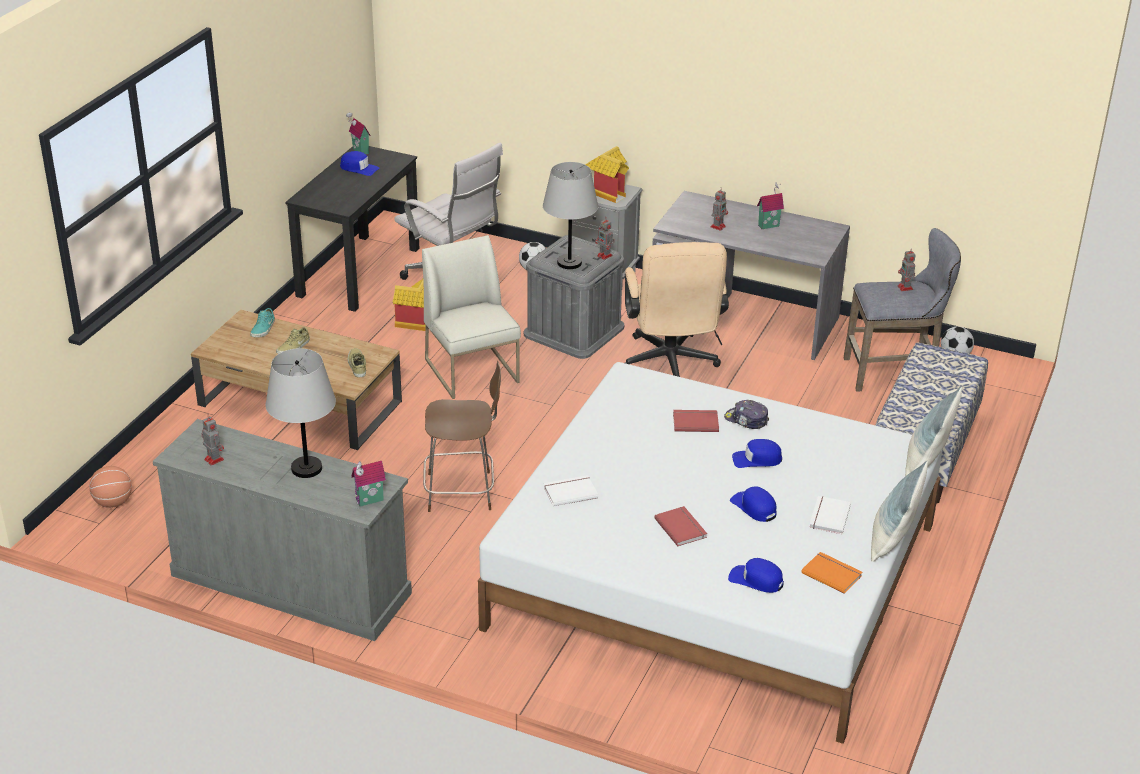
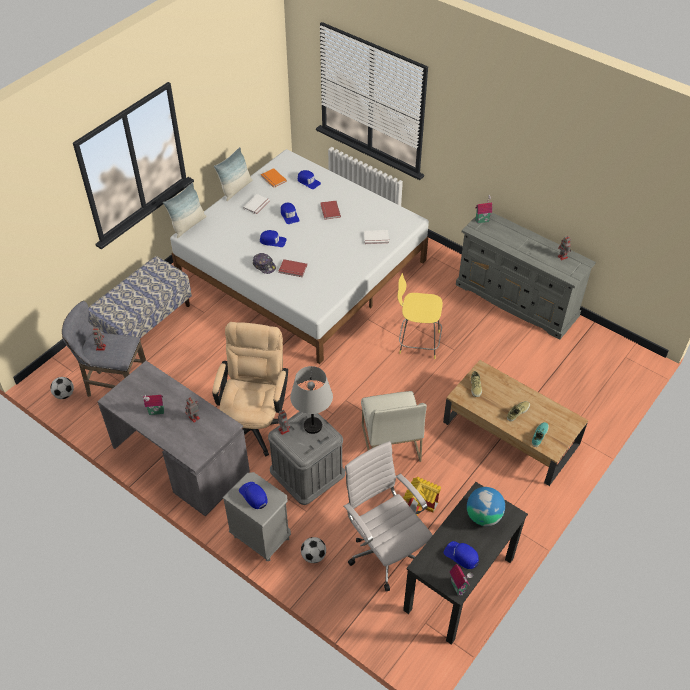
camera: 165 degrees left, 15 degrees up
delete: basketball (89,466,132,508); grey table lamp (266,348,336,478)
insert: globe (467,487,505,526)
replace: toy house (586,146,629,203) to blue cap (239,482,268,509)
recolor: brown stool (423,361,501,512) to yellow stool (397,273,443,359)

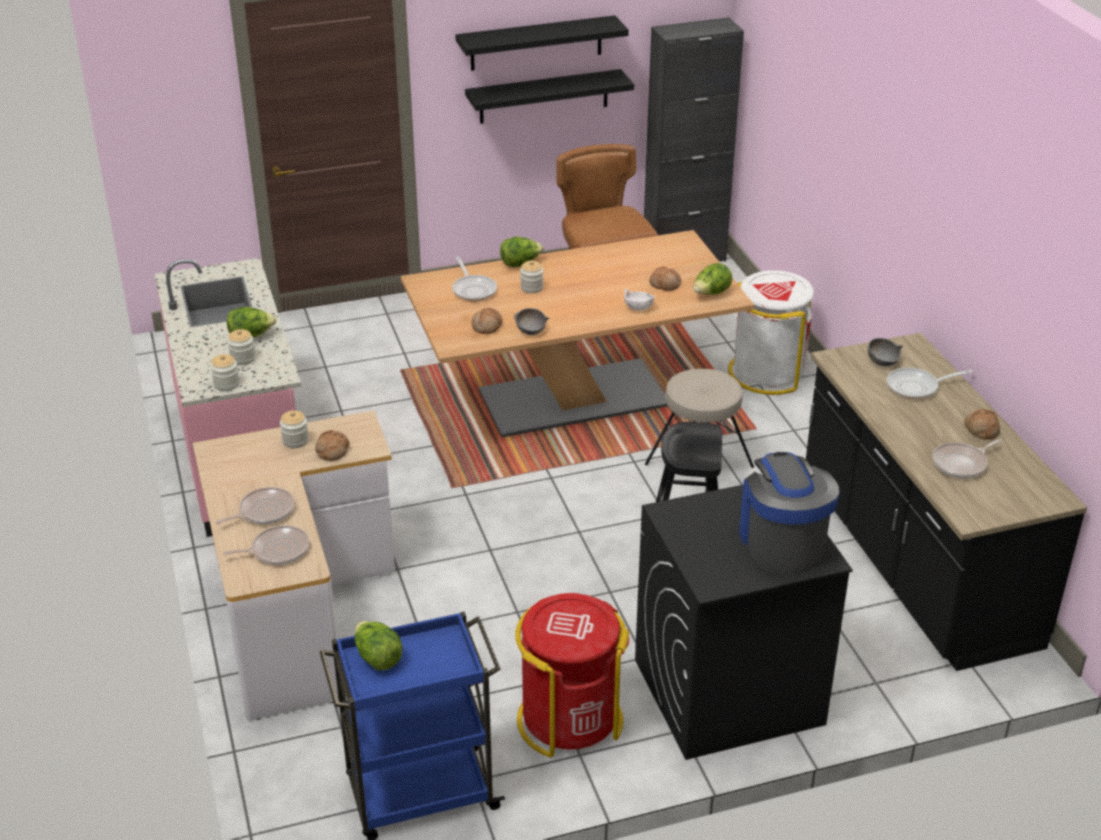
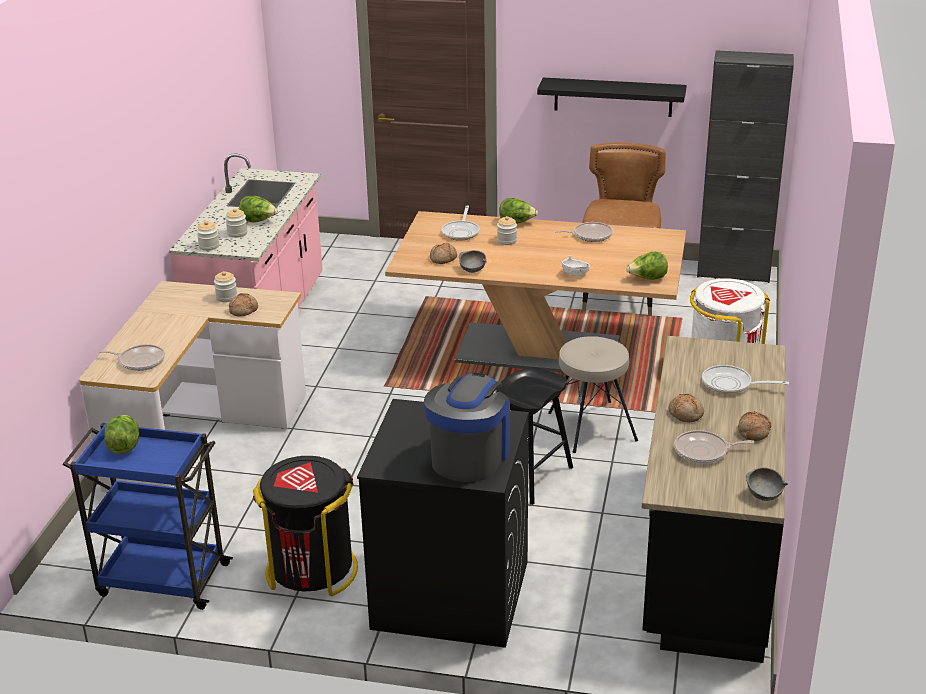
camera: 30 degrees right, 5 degrees down
delete: black shelf (455,15,629,71)
move: frying pan (215,487,295,524) to (555,222,613,242); bread (649,267,681,291) to (668,393,704,422); grey bowl (868,338,903,366) to (746,467,788,501)
recolor: red trash can (515,593,629,758) to black trash can (253,456,358,596)

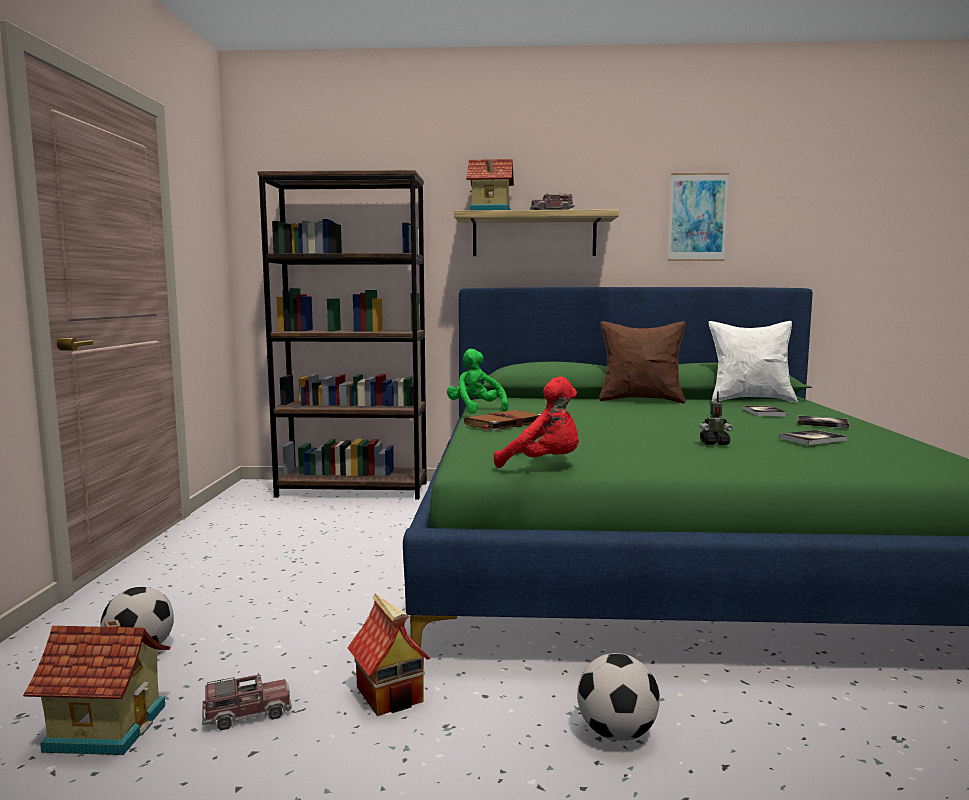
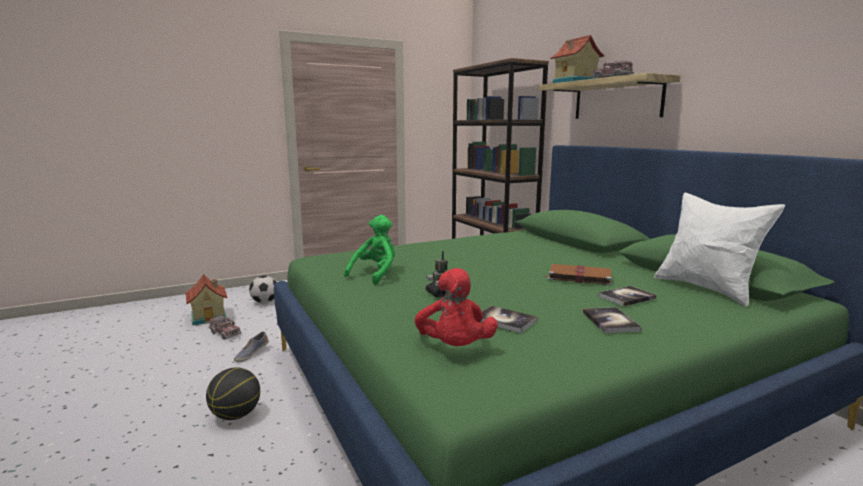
camera: 60 degrees right, 5 degrees up
delete: brown pillow (599,321,686,404); picture (668,173,729,261)
move: green plush toy (447,349,508,414) to (344,215,395,285); brown book (464,410,541,431) to (545,264,612,286); red plush toy (494,377,579,468) to (415,268,498,346)
replace: toy house (348,594,430,716) to shoe (234,331,269,362); football (577,653,660,741) to basketball (206,367,260,420)

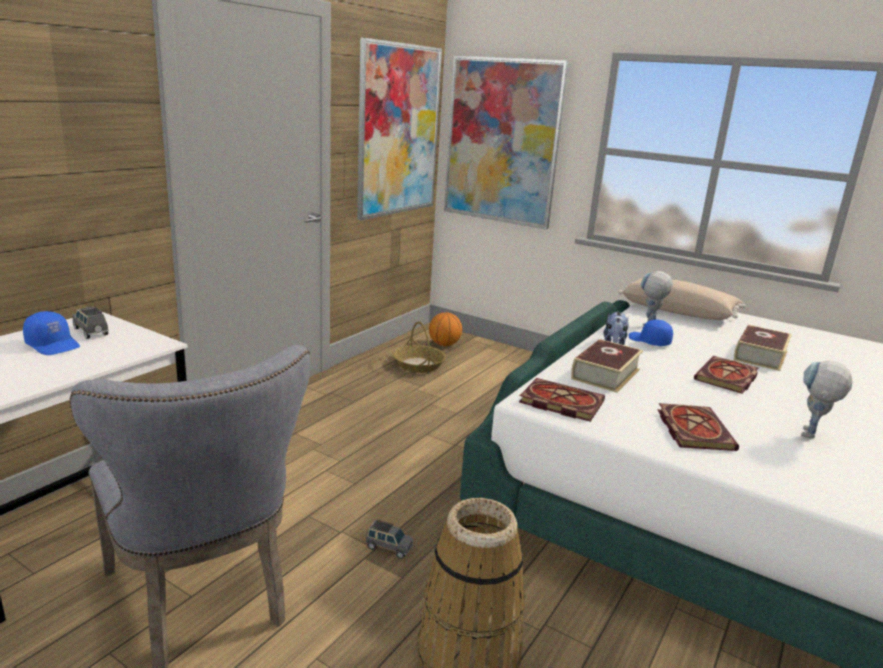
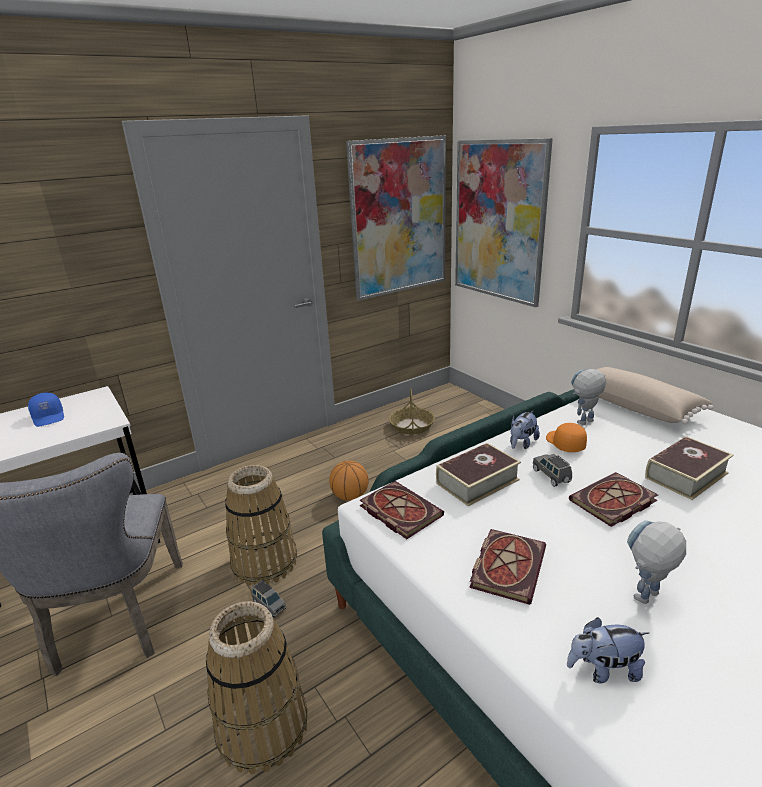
camera: 25 degrees right, 5 degrees up
insert: basket (225,465,297,586); plush toy (567,617,649,683)
move: grey toy car (73,306,108,339) to (533,454,572,487); basketball (429,312,462,346) to (329,461,369,501)
recolor: blue cap (629,320,673,346) to orange cap (546,423,587,452)

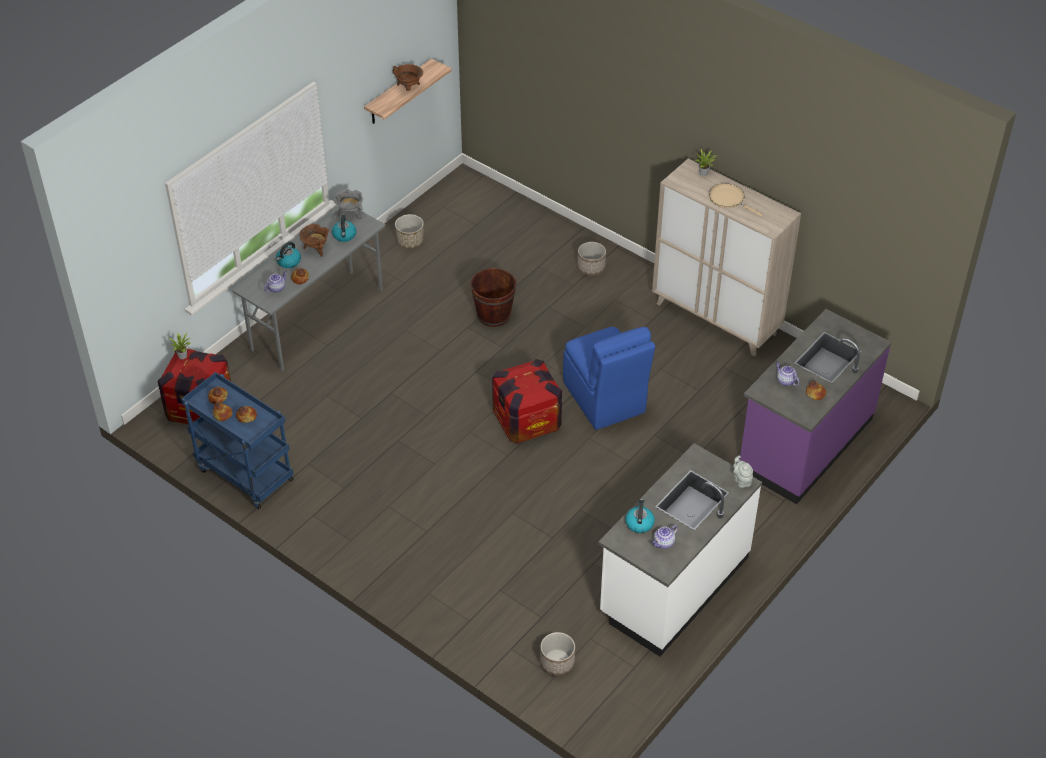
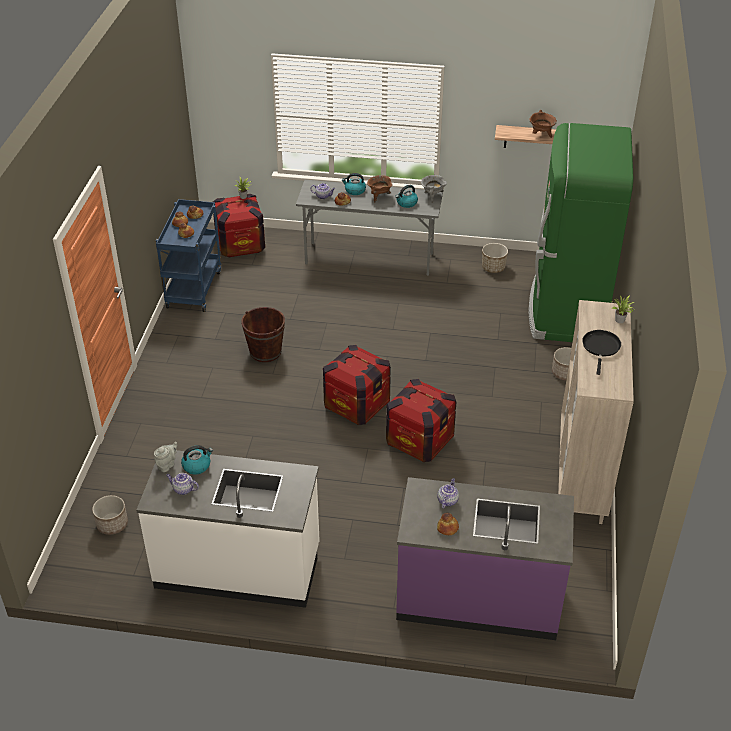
camera: 60 degrees right, 5 degrees down
insert: green fridge (528,123,633,342)
move: brown bucket (470,268,516,327) to (241,307,285,362); grey teapot (733,455,753,488) to (154,442,177,472)
replace: blue chair (563,327,655,430) to crate (386,379,456,462)
recolor: beige frying pan (709,184,763,217) to black frying pan (582,330,621,375)

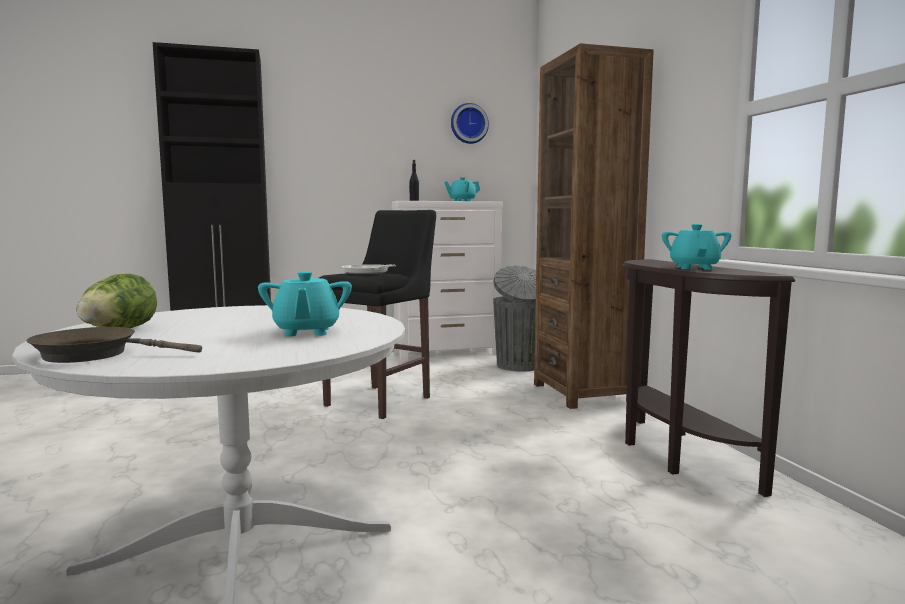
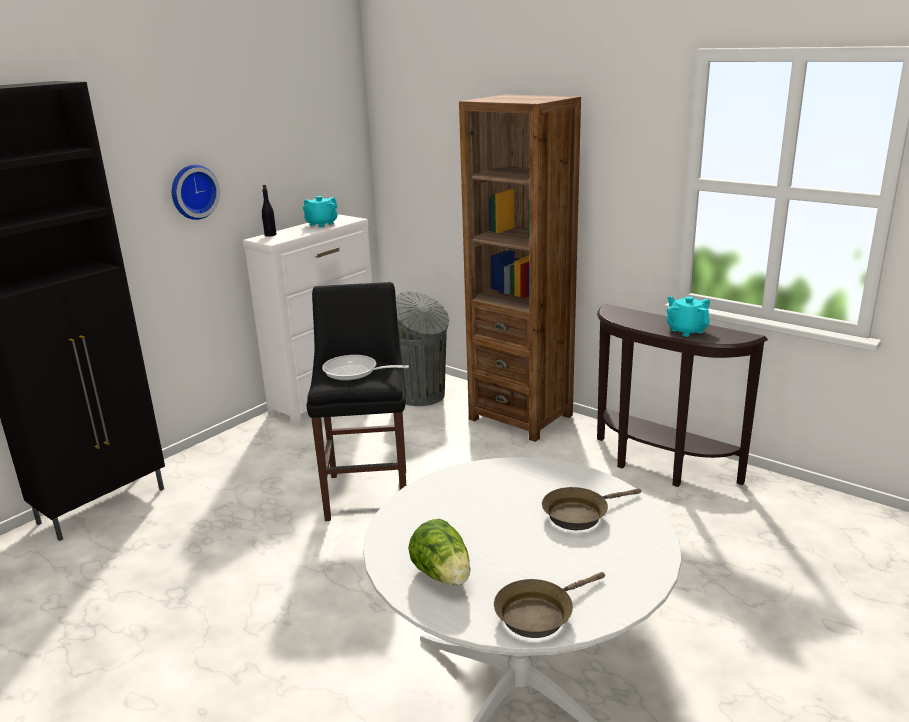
camera: 35 degrees left, 15 degrees up
move: wall clock (451,103,489,144) to (172,164,220,220)
replace: turquoise teapot (258,271,352,337) to brown frying pan (542,487,641,530)

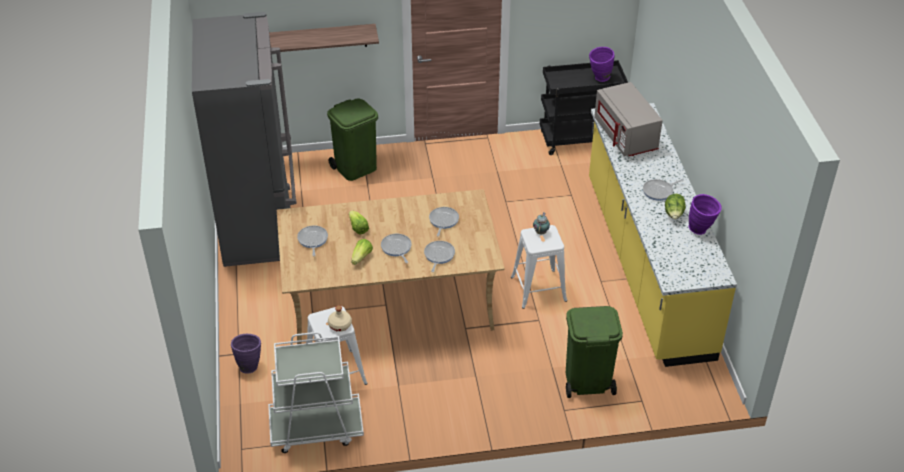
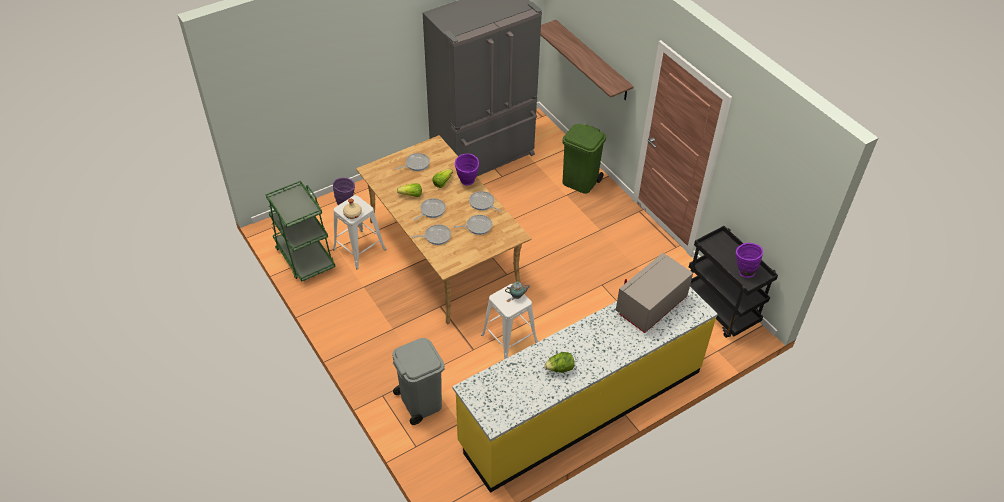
camera: 65 degrees right, 5 degrees up
move: frying pan (643,179,684,201) to (469,191,501,212); purple vase (688,194,721,235) to (455,154,479,185)
recolor: white cart (268,332,364,453) to green cart (265,181,336,282); green trash can (566,306,623,398) to grey trash can (392,338,445,425)

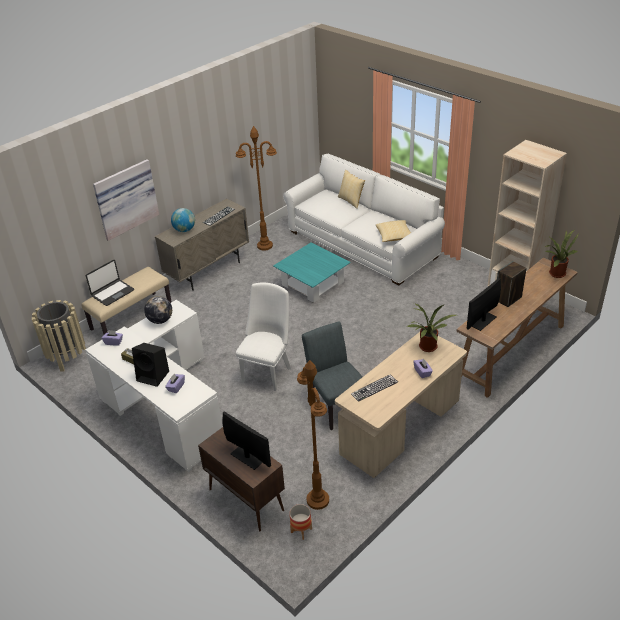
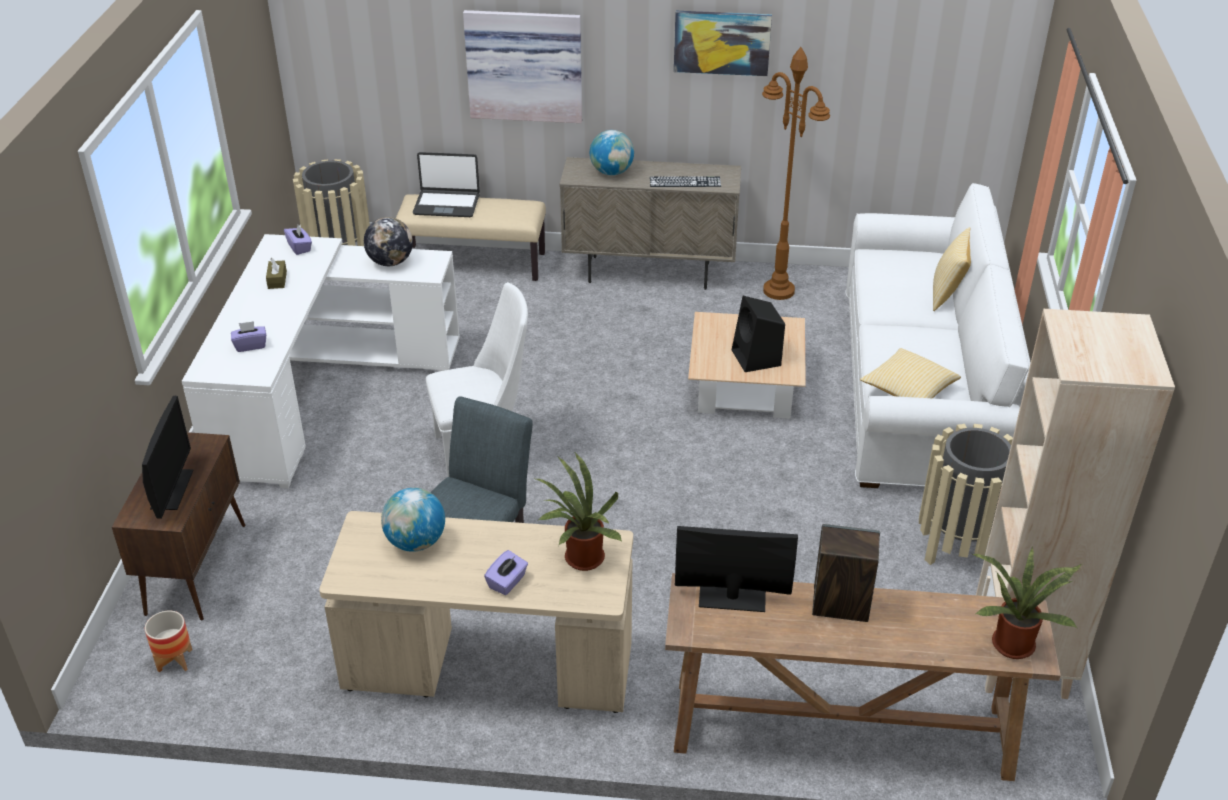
camera: 50 degrees right, 0 degrees up
delete: brown floor lamp (297,360,329,510)
insert: picture (674,11,772,76); beige trash can (919,424,1013,565)
move: black speaker (132,343,169,387) to (732,296,785,372)
replace: keyboard (351,374,398,402) to globe (381,488,445,552)
recolor: turquoise coffee table (273,242,351,303) to beige coffee table (688,312,806,419)

